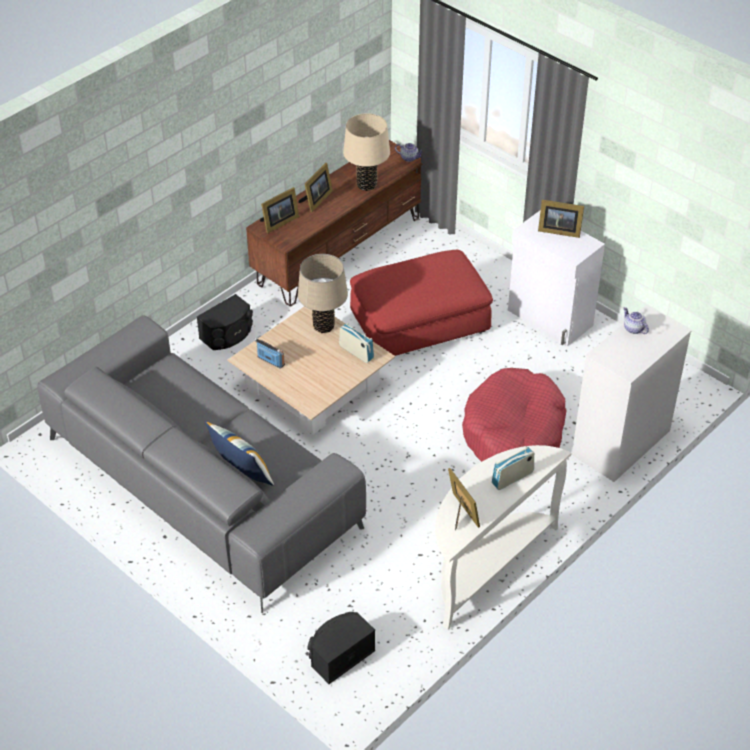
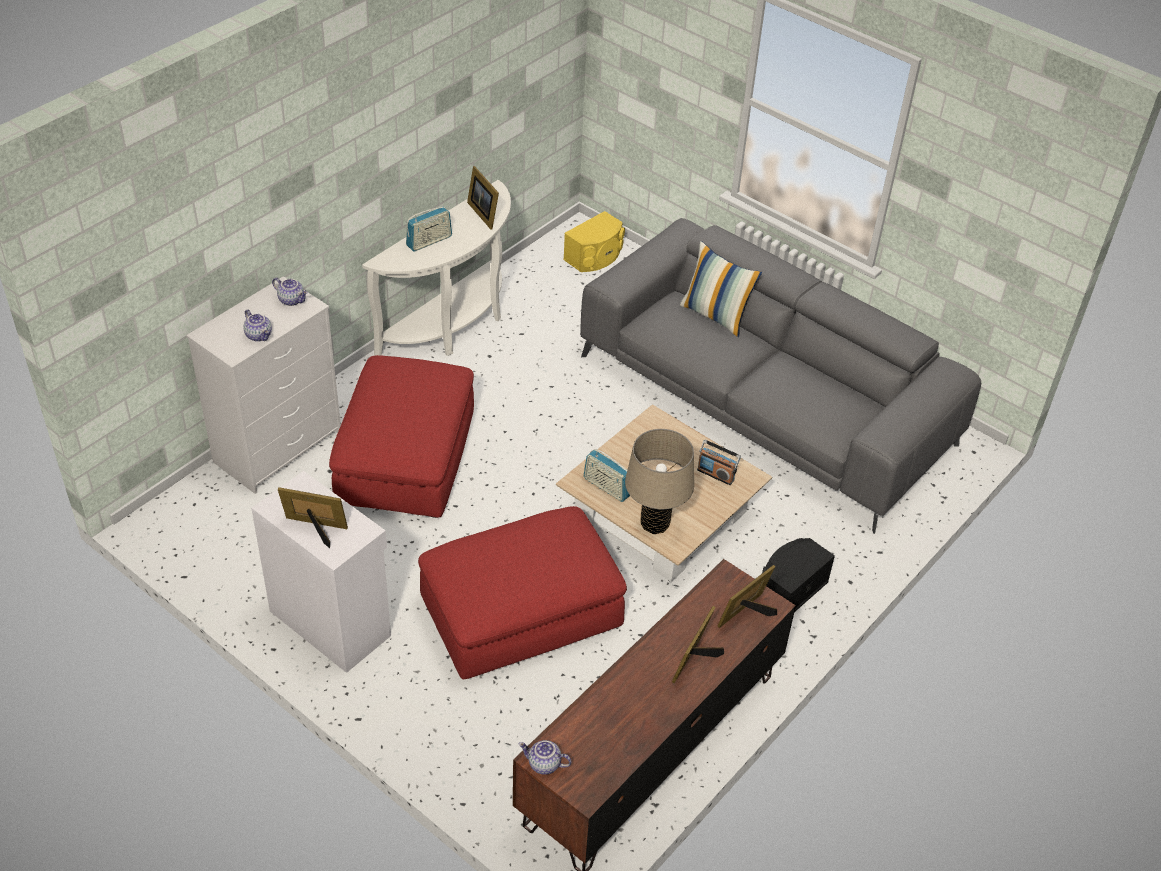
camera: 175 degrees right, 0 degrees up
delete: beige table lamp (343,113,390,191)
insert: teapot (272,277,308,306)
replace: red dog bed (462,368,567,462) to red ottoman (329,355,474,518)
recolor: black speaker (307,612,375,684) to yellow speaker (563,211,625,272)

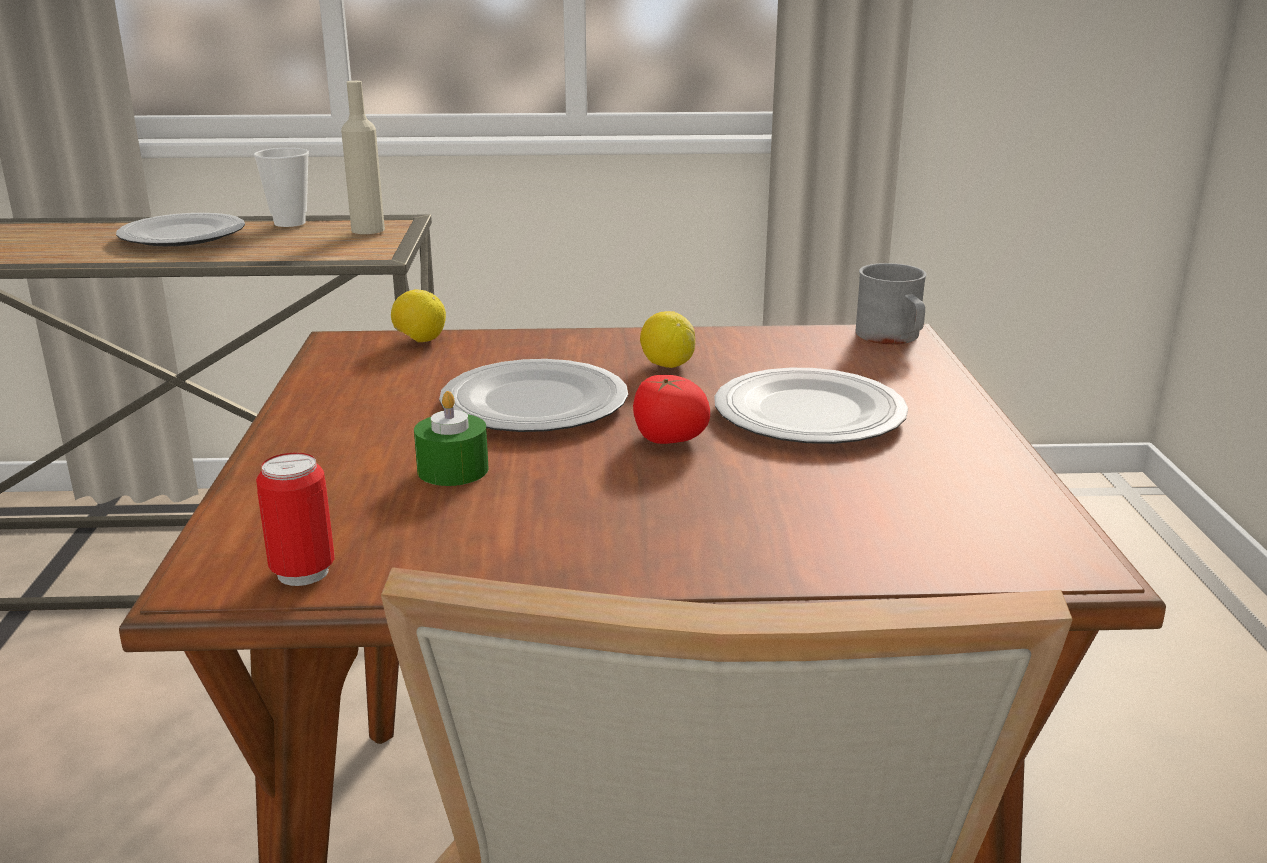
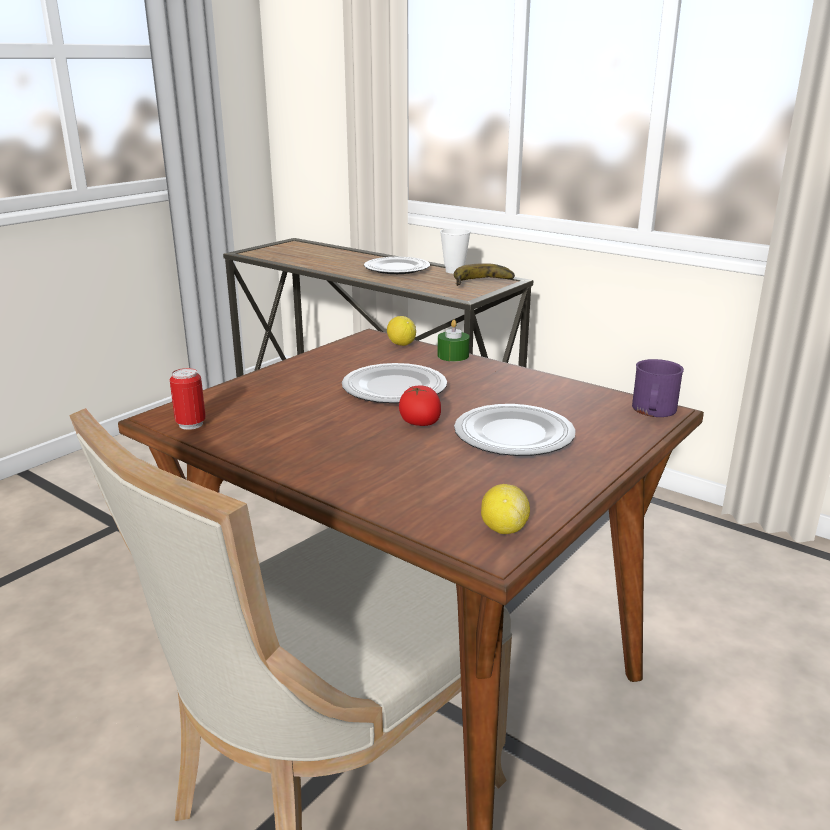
camera: 40 degrees right, 0 degrees up
move: green candle (414,391,489,486) to (438,320,470,361); lemon (640,311,695,368) to (481,484,530,534)
replace: beige bottle (341,81,385,234) to banana (454,263,515,286)
recolor: grey mug (856,263,927,344) to purple mug (632,359,684,417)

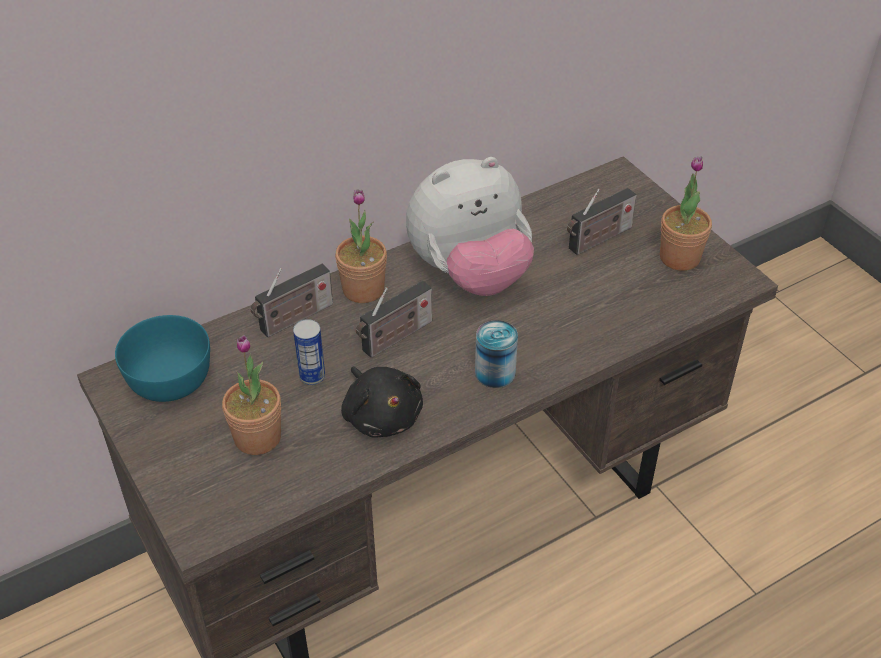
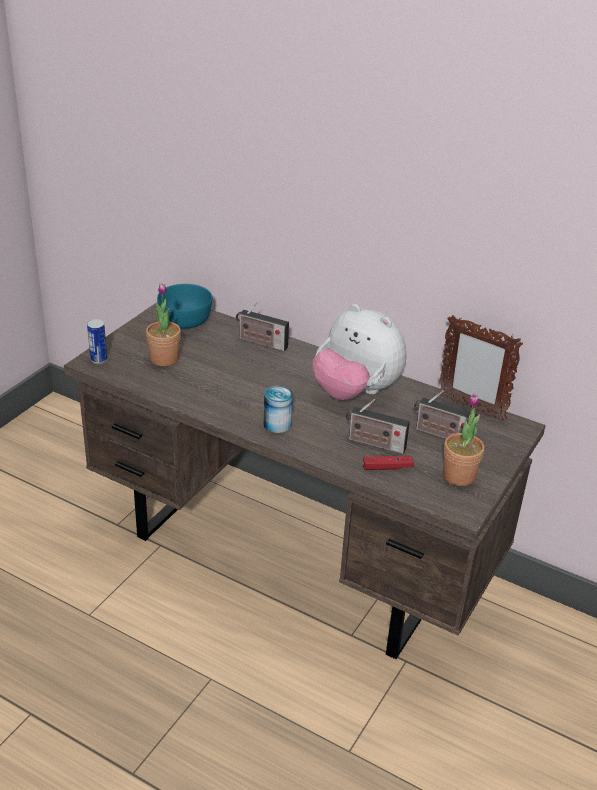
camera: 60 degrees right, 10 degrees down
delete: potted plant (335,189,387,303); black plush toy (341,367,423,438)
insert: red game controller (363,456,414,470); picture frame (438,315,523,421)
move: can (293,319,325,385) to (87,319,107,364); radio (356,281,432,358) to (345,399,410,454)

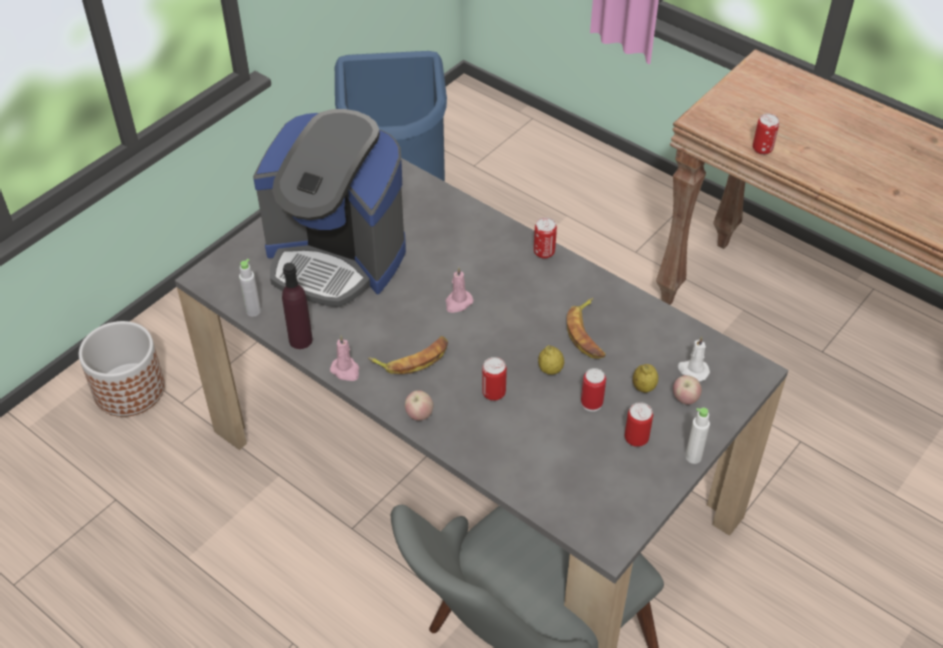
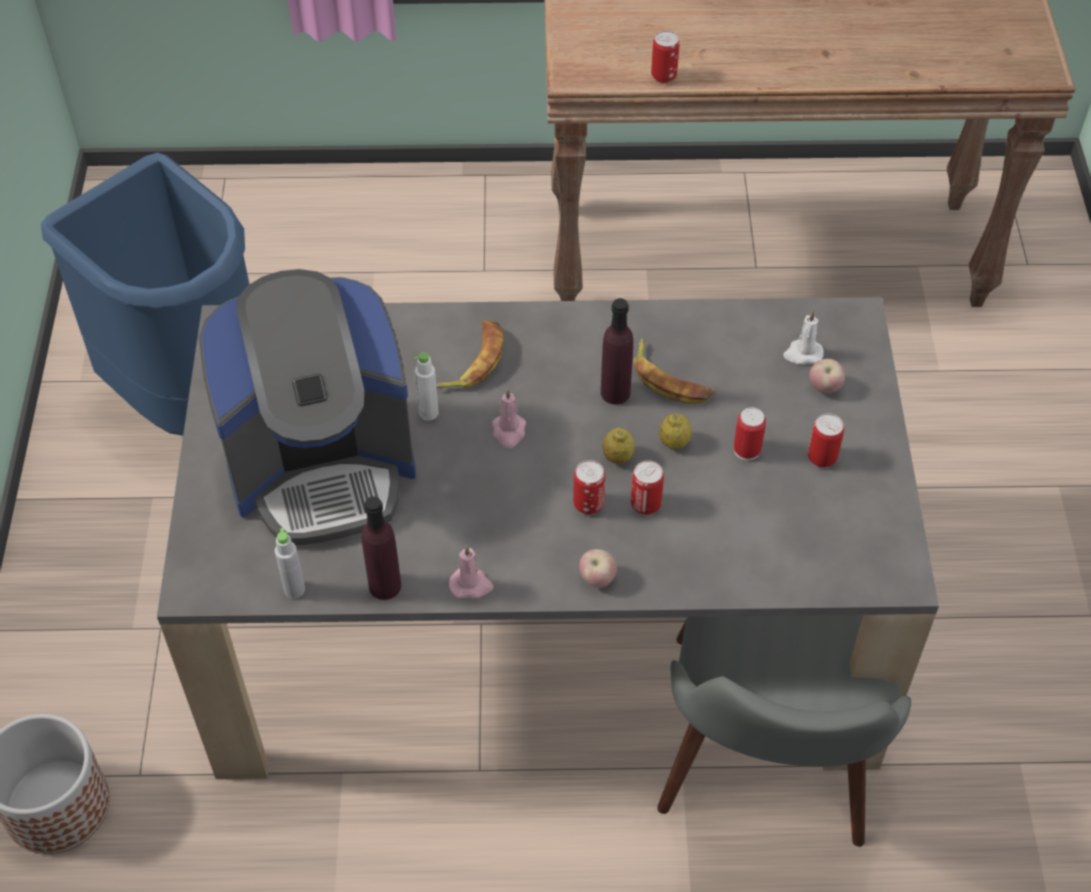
camera: 40 degrees left, 5 degrees up
insert: purple bottle (601,298,633,404)
move: banana (368,336,448,374) to (436,320,503,388); can (534,217,557,259) to (573,460,605,514); lemon (633,364,658,393) to (602,428,635,464); white bottle (685,408,710,464) to (415,352,439,421)

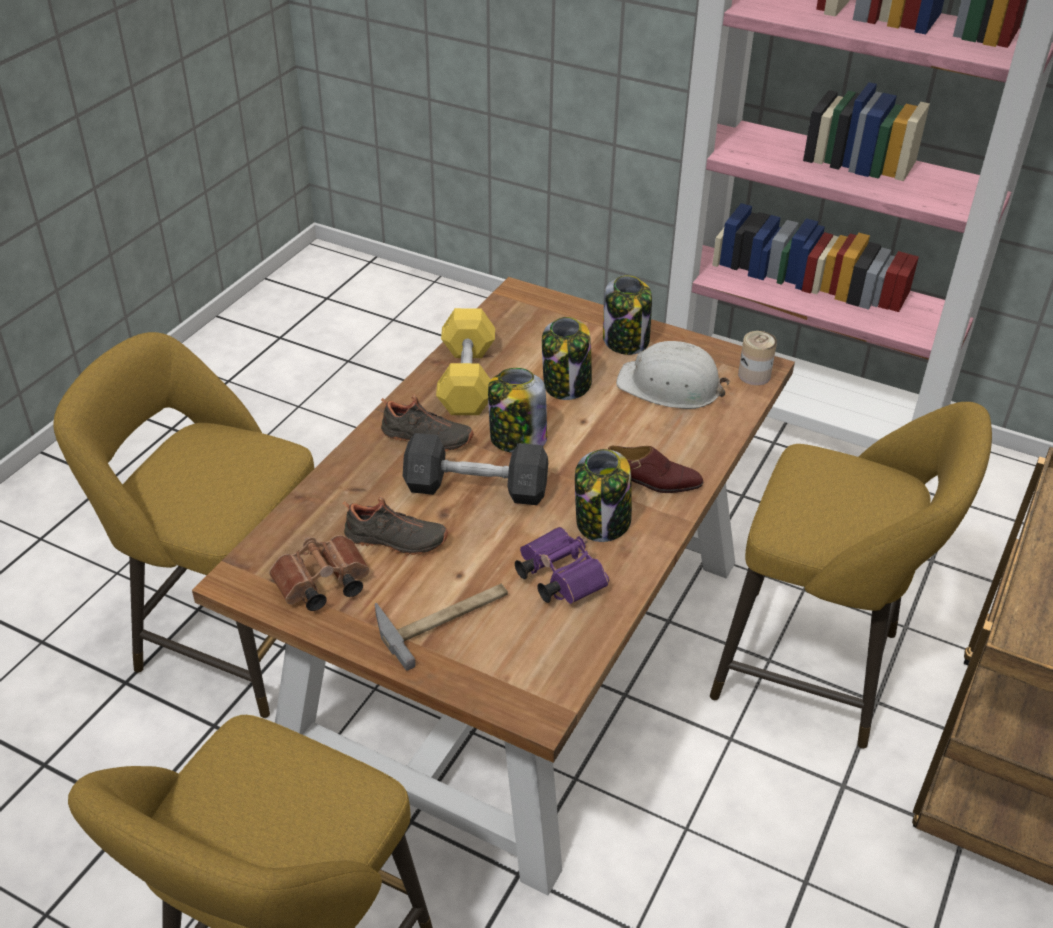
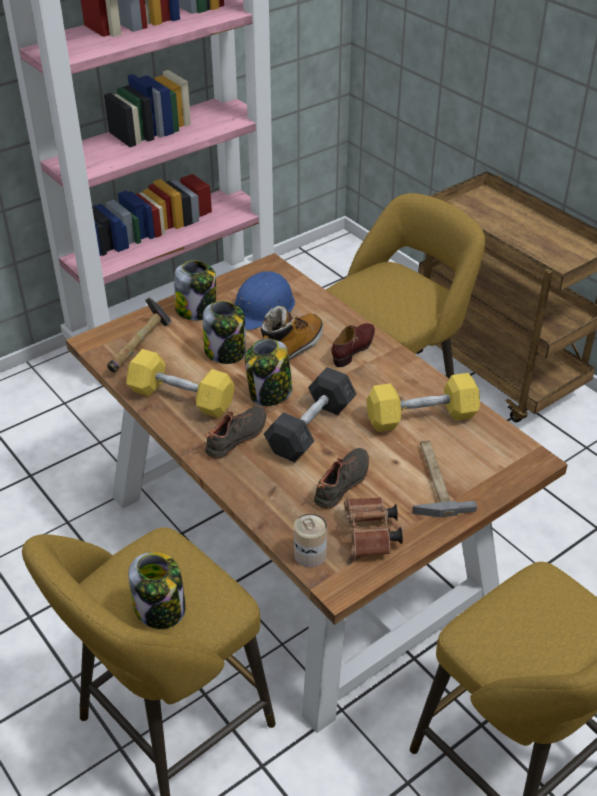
camera: 65 degrees left, 0 degrees up
insert: hammer (107,297,172,373); boot (261,306,323,361)
move: jar (575,449,632,542) to (128,552,186,629); can (738,331,777,386) to (294,514,327,567)
replace: purple binoculars (515,527,609,604) to yellow dumbbell (367,373,480,432)
recolor: white hard hat (616,341,730,409) to blue hard hat (234,271,295,330)

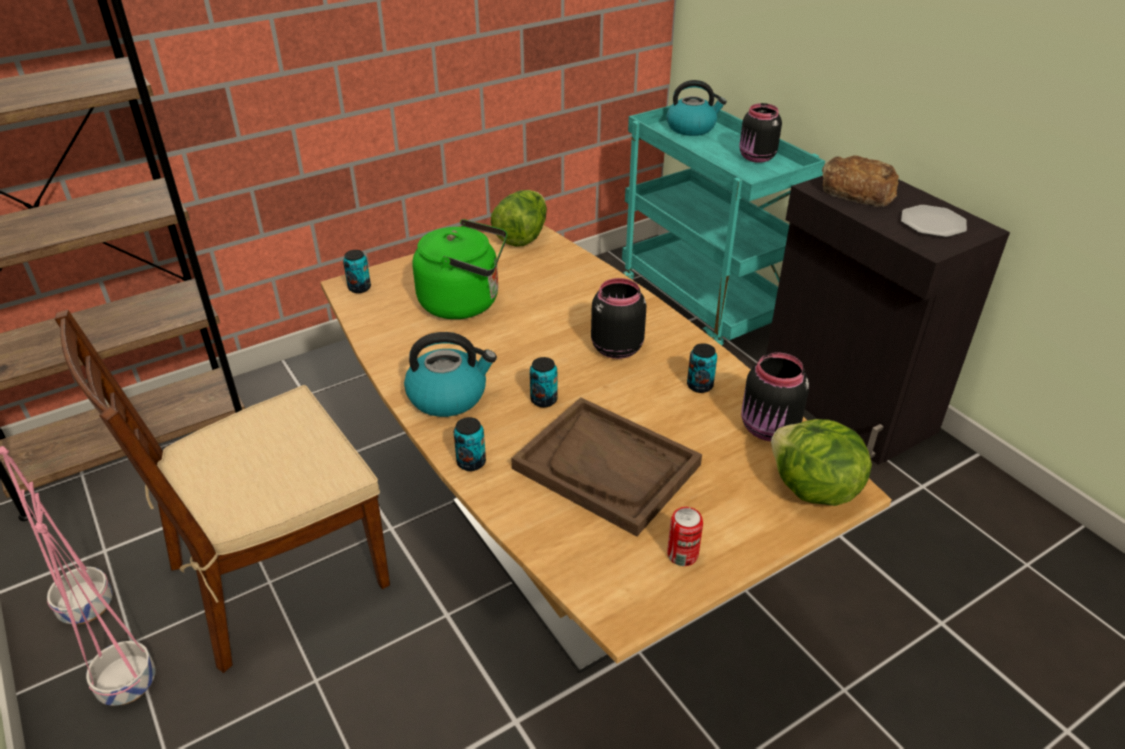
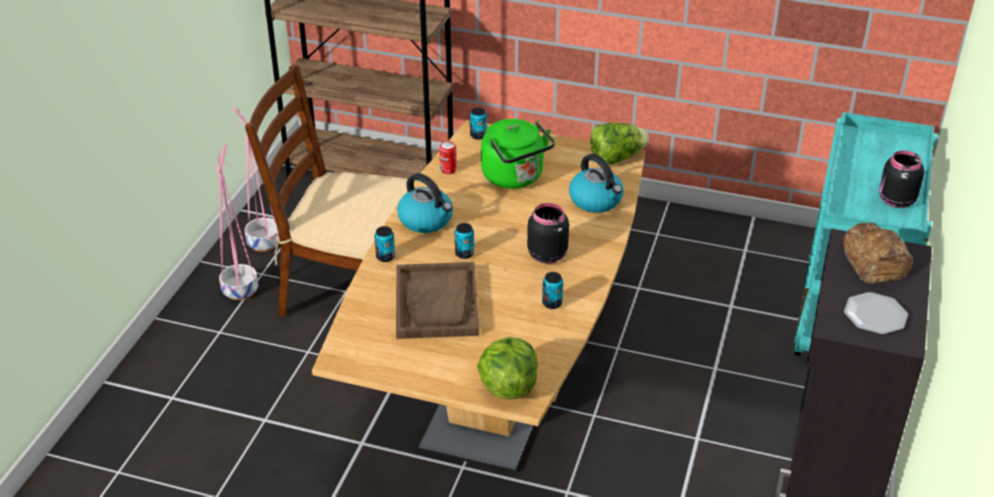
camera: 50 degrees right, 0 degrees up
delete: black jar (741,352,809,441)
move: kettle (666,80,727,136) to (569,154,624,213); can (667,507,703,566) to (439,141,457,174)

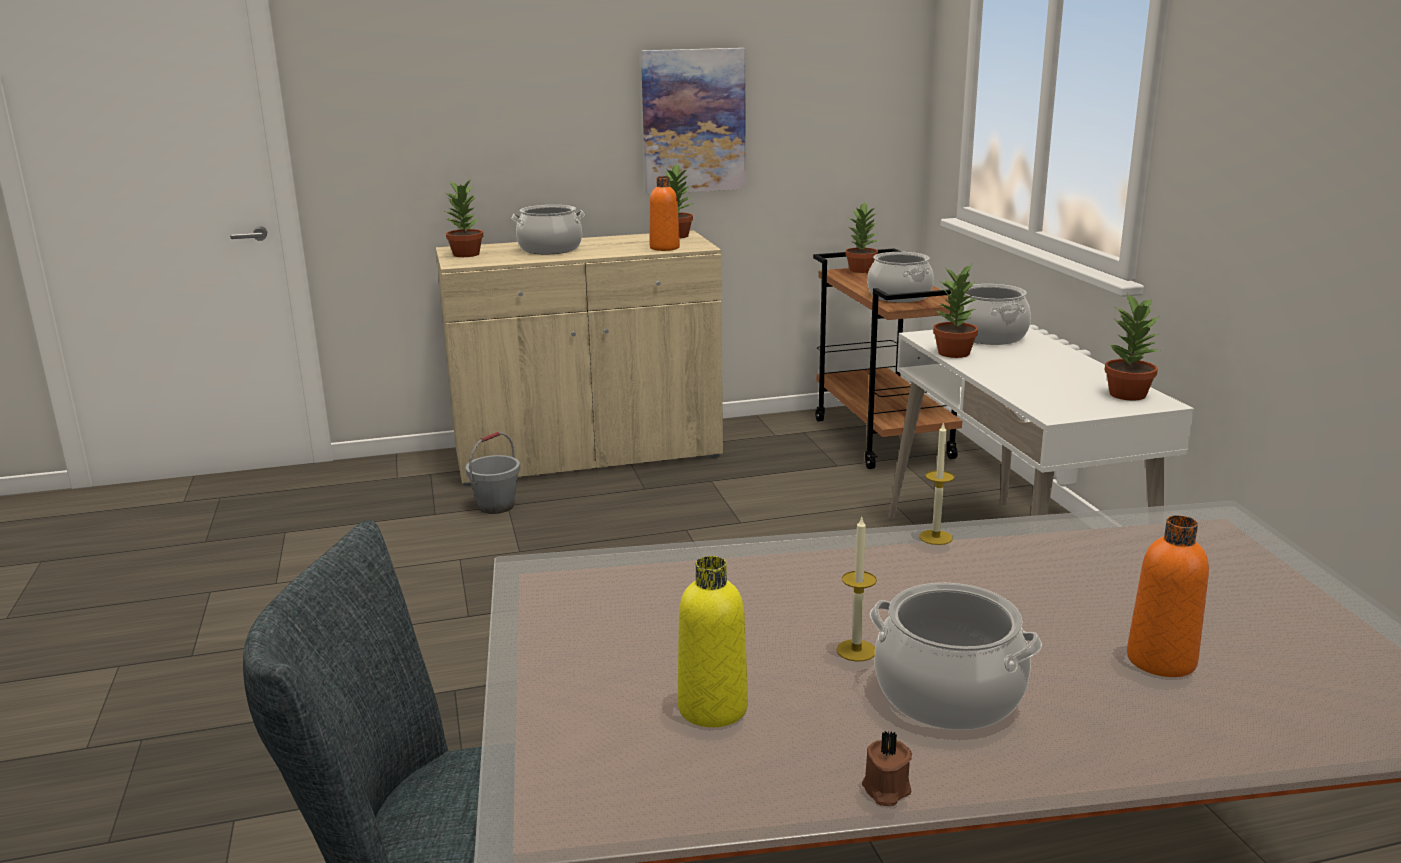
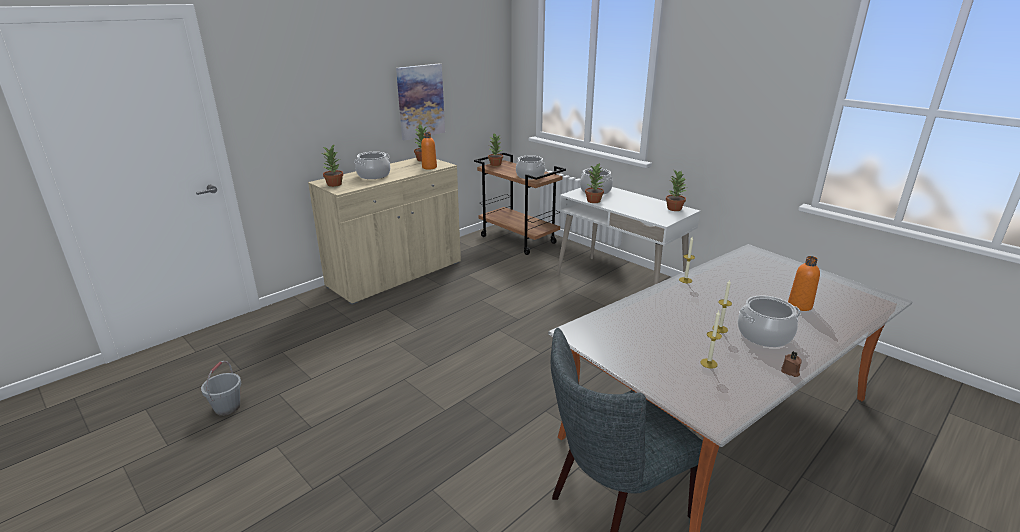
camera: 30 degrees left, 5 degrees up
move: grey bucket (466,432,520,514) to (201,361,241,416)
replace: yellow bottle (678,556,748,727) to candle (700,311,722,369)

